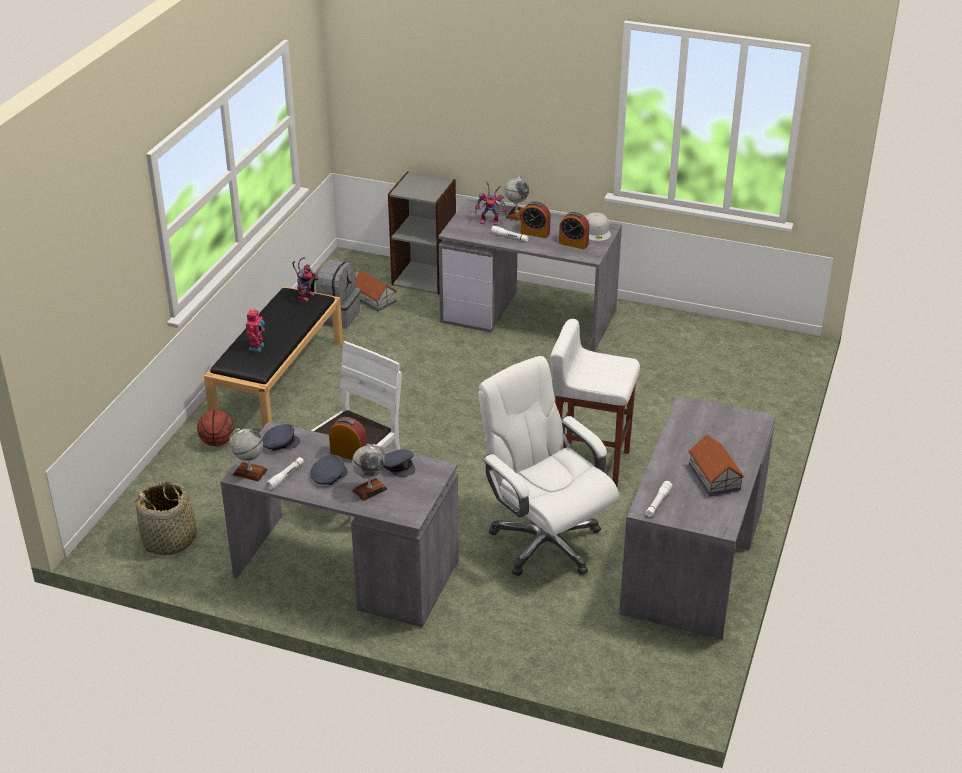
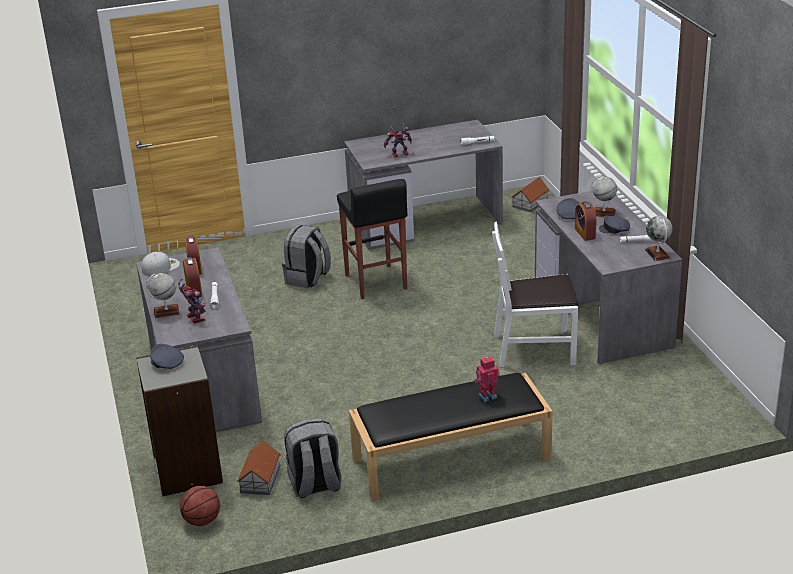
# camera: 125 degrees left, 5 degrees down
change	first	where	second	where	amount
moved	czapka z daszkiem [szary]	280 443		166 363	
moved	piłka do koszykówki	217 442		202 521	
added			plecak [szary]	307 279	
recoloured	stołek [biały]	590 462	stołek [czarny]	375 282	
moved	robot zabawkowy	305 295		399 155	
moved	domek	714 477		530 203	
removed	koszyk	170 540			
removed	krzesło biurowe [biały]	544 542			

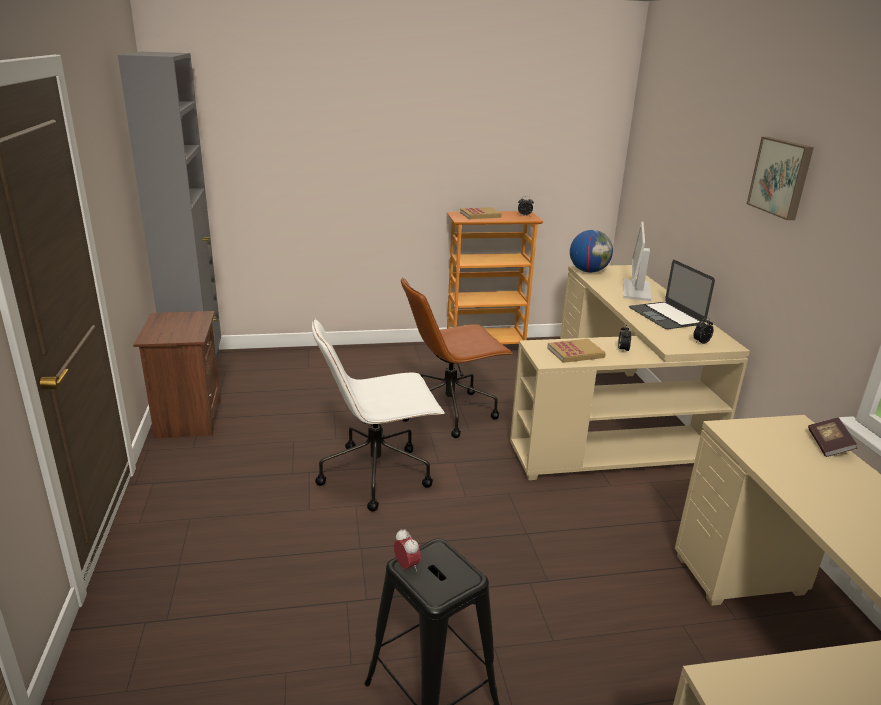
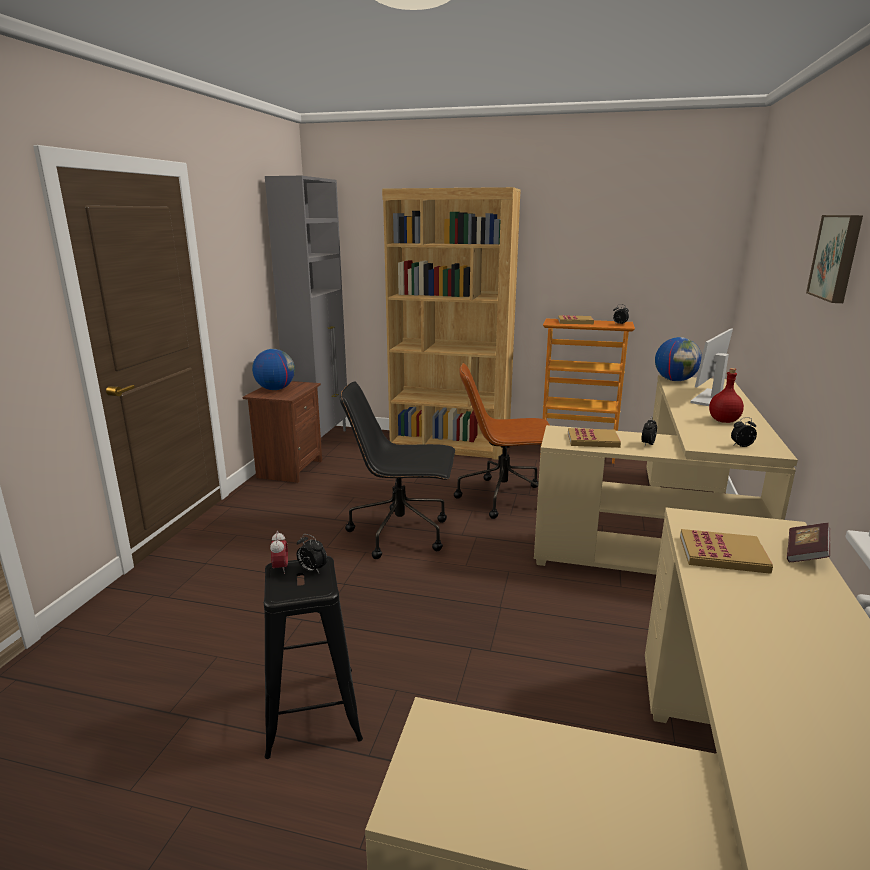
# camera: 25 degrees right, 5 degrees down
change	first	where	second	where	amount
added			globus	275 389	
added			budzik	312 570	
recoloured	krzesło biurowe [biały]	377 474	krzesło biurowe [czarny]	402 533	
added			regał [brązowy]	450 445	
added			książka	723 554	
replaced	laptop	666 316	butelka [czerwony]	724 421	

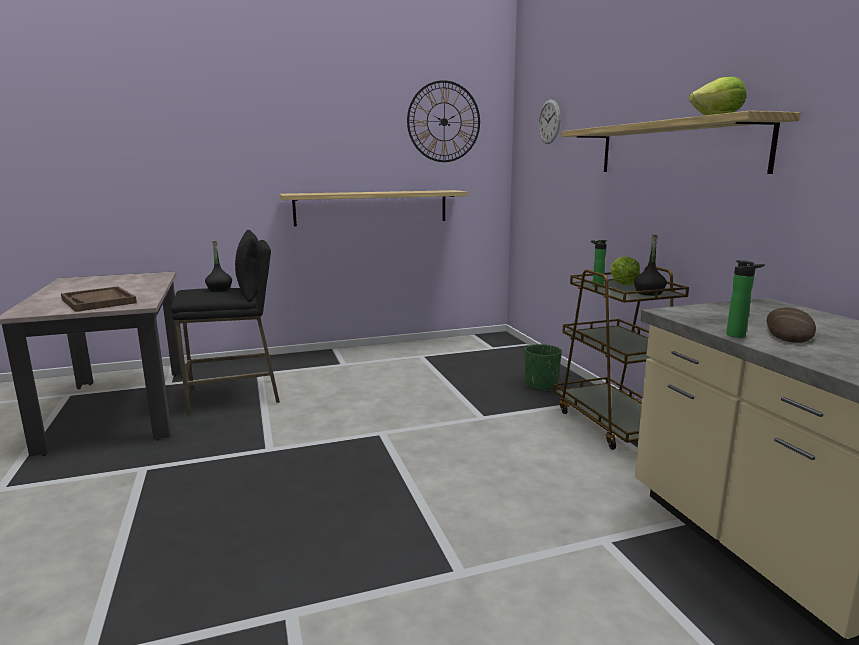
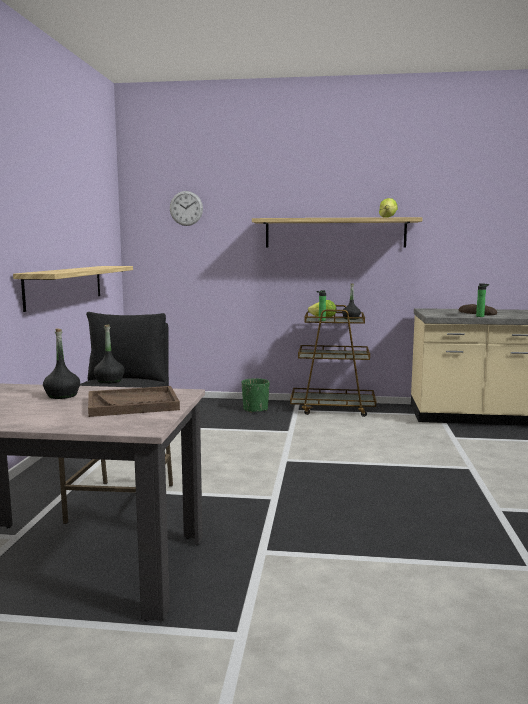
# camera: 65 degrees left, 5 degrees down
change	first	where	second	where	amount
added			butelka [czarny]	62 395	
removed	zegar ścienny	444 122			

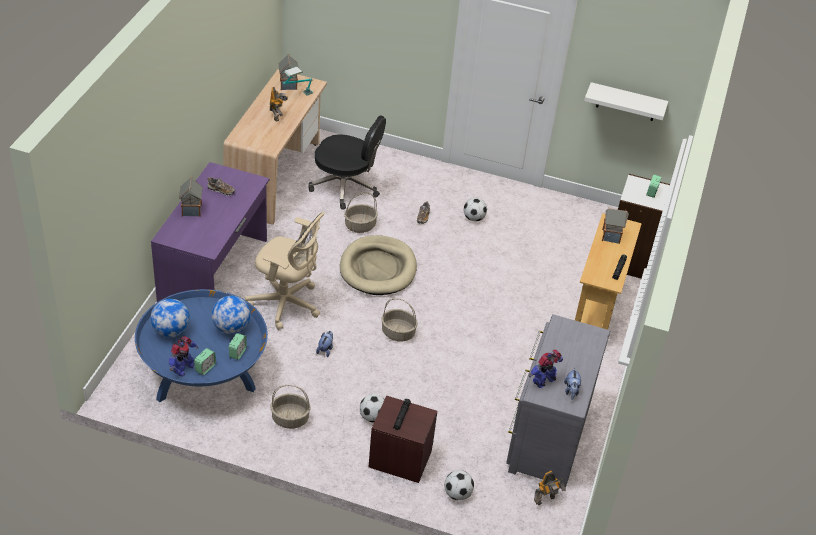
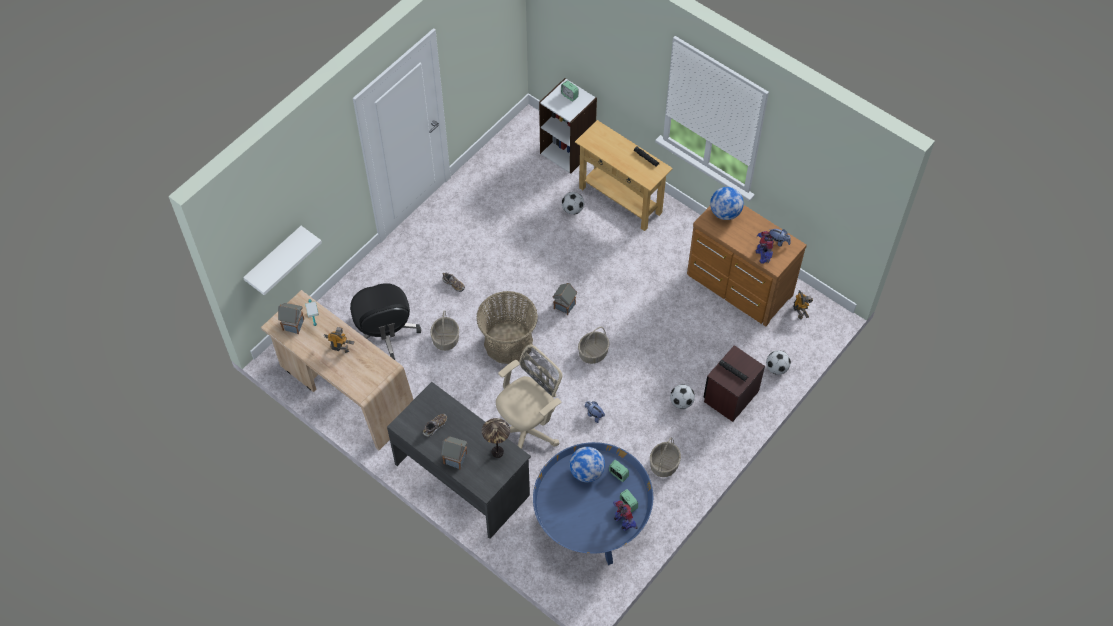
# camera: 65 degrees left, 15 degrees up
change	first	where	second	where	amount
moved	półka [biały]	626 102		274 258	
turned	krzesło biurowe [czarny]	346 186		385 334	120 degrees clockwise
recoloured	biurko [fioletowy]	215 272	biurko [szary]	463 478	
replaced	legowisko [beżowy]	378 268	koszyk	508 343	
added			lampa stołowa	497 452	
moved	domek	611 236		564 305	
moved	piłka futbolowa	474 218		572 209	
recoloured	komoda [szary]	546 436	komoda [brązowy]	738 287	
moved	globus	171 331		725 213	

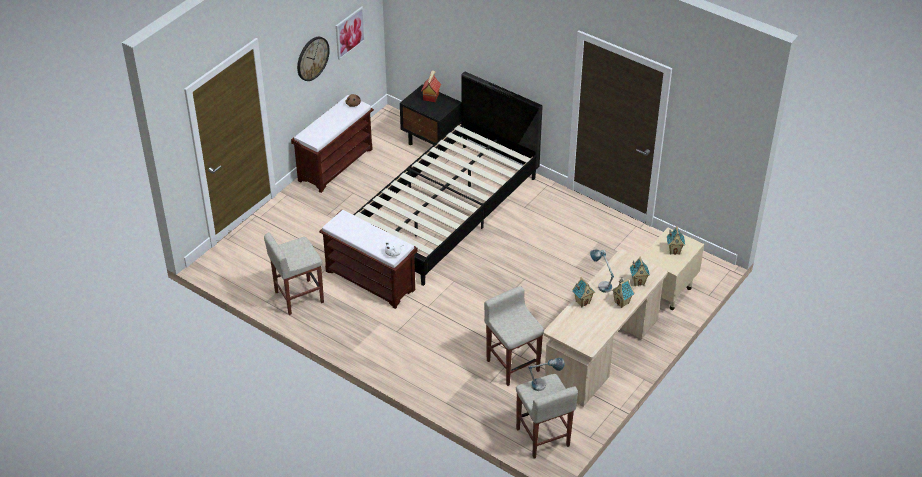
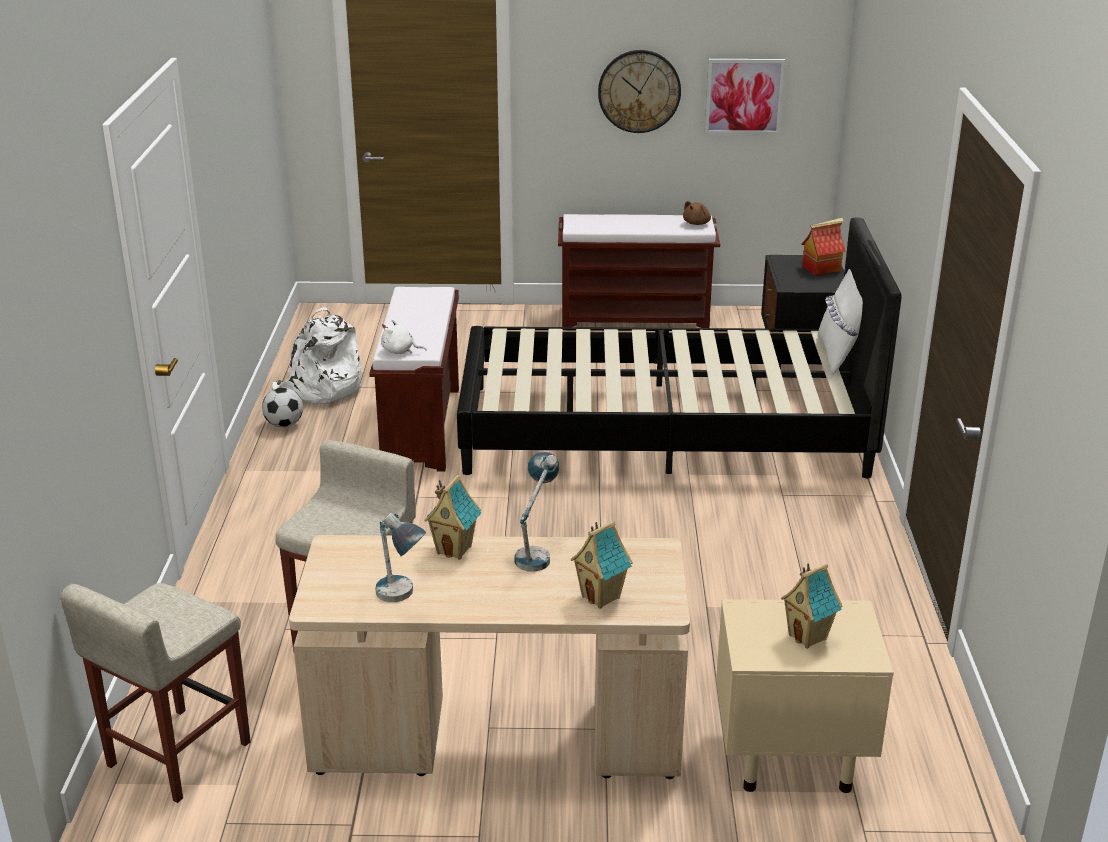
# camera: 55 degrees right, 15 degrees down
change	first	where	second	where	amount
added			piłka futbolowa	284 425	
replaced	stołek [beżowy]	298 297	plecak [biały]	320 389	
moved	lampa stołowa	545 386		401 600	
added			poduszka [biały]	839 355	
removed	domek	622 302			

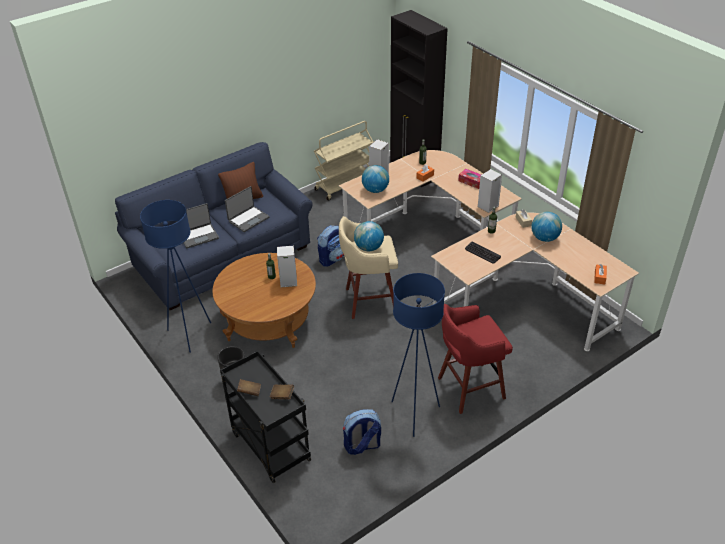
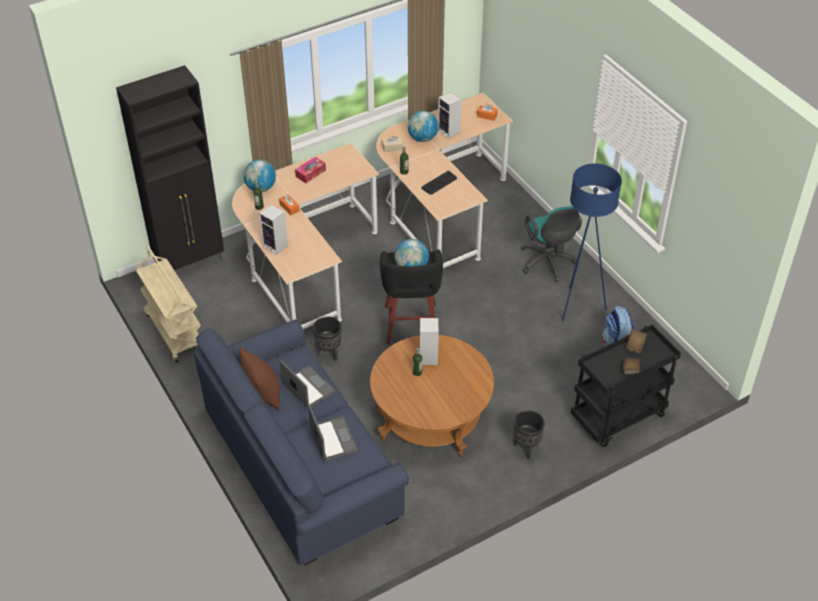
# camera: 85 degrees left, 5 degrees up
change	first	where	second	where	amount
moved	globus	375 190		261 188	
replaced	plecak	332 258	donica [czarny]	328 353	
recoloured	stołek [beżowy]	369 301	stołek [czarny]	411 325	
moved	głośnik	487 207		449 131	
replaced	stołek [czerwony]	469 388	krzesło biurowe [turkusowy]	548 264	
removed	lampa stojąca [niebieski]	190 334			

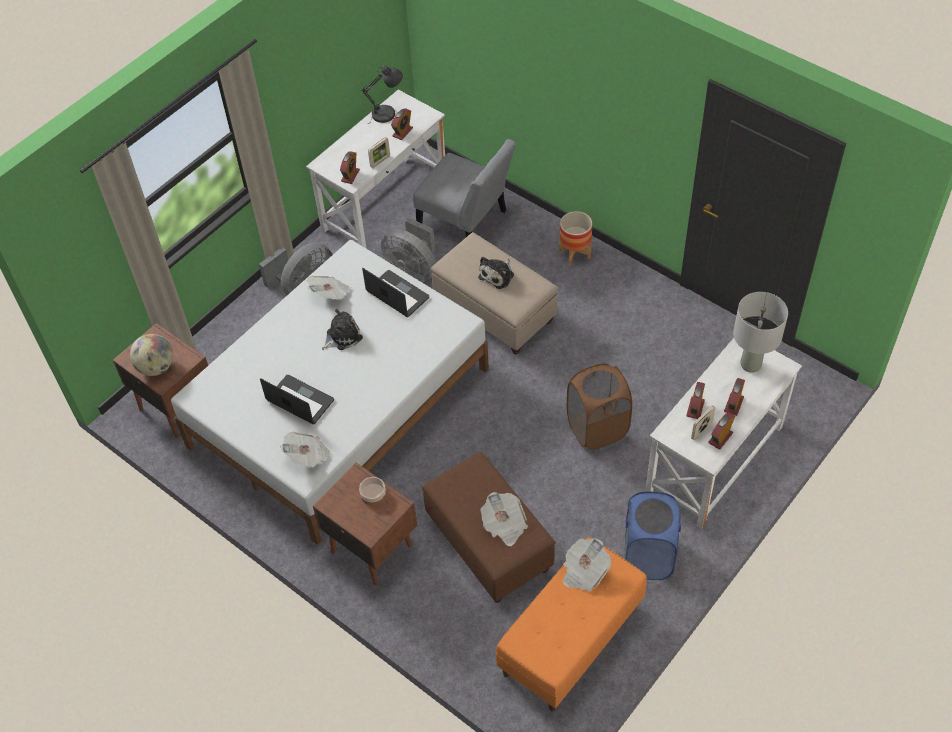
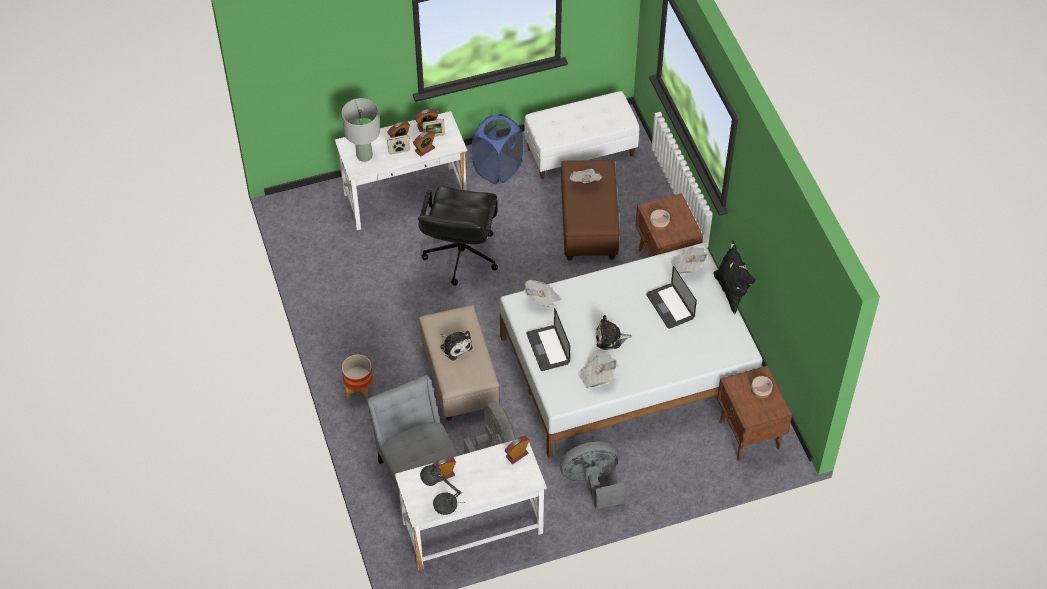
# camera: 150 degrees left, 0 degrees up
change	first	where	second	where	amount
moved	ramka na zdjęcie	380 161		399 151	
replaced	kosz na pranie [brązowy]	597 428	krzesło biurowe [czarny]	460 255	
turned	pluszak	498 275		455 346	75 degrees clockwise
recoloured	ławka [pomarańczowy]	571 641	ławka [biały]	581 151	
moved	gazeta	584 571		542 299	
added			poduszka [czarny]	731 291	
replaced	globus	156 367	miska	761 389	

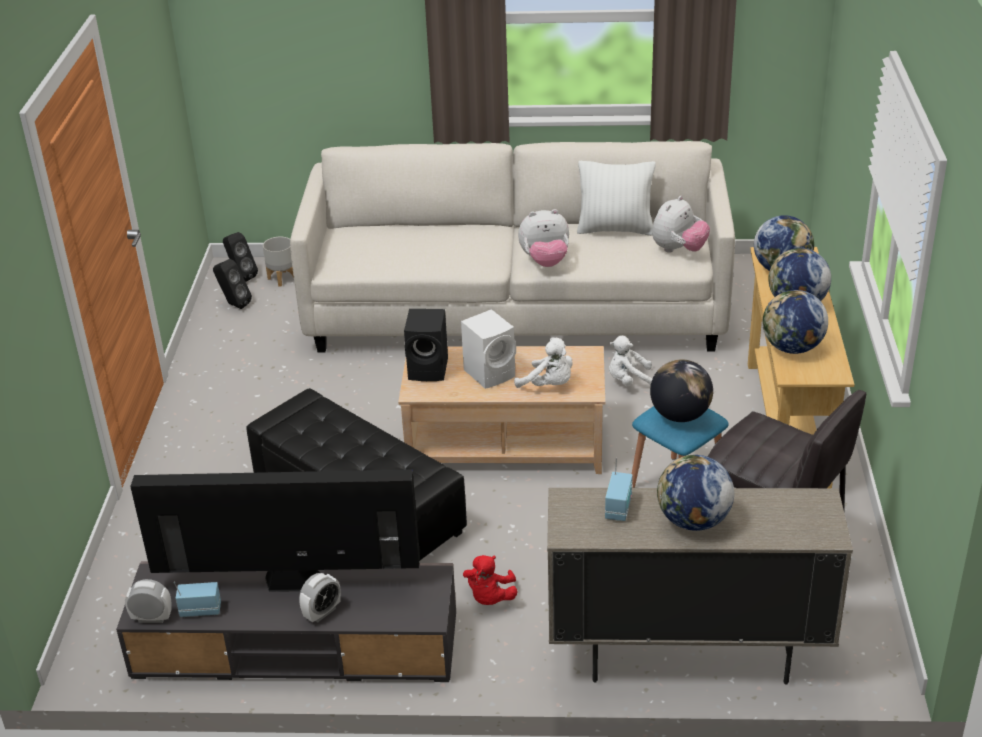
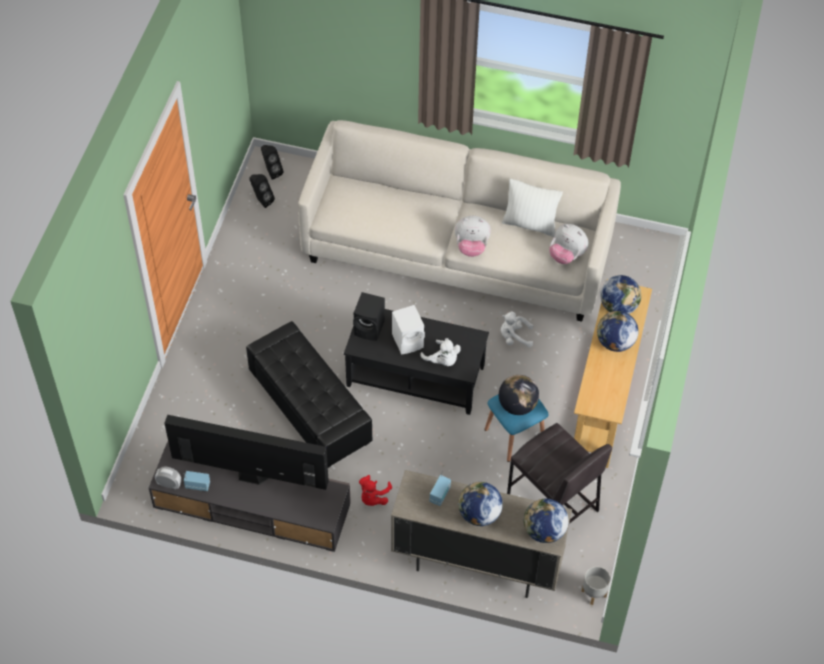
# camera: 10 degrees right, 20 degrees up
change	first	where	second	where	amount
recoloured	ława [beżowy]	506 443	ława [czarny]	416 374	
moved	globus	792 348		544 531	
turned	pluszak	678 250		566 255	75 degrees clockwise
moved	donica [szary]	282 278		594 593	
removed	budzik	322 612			

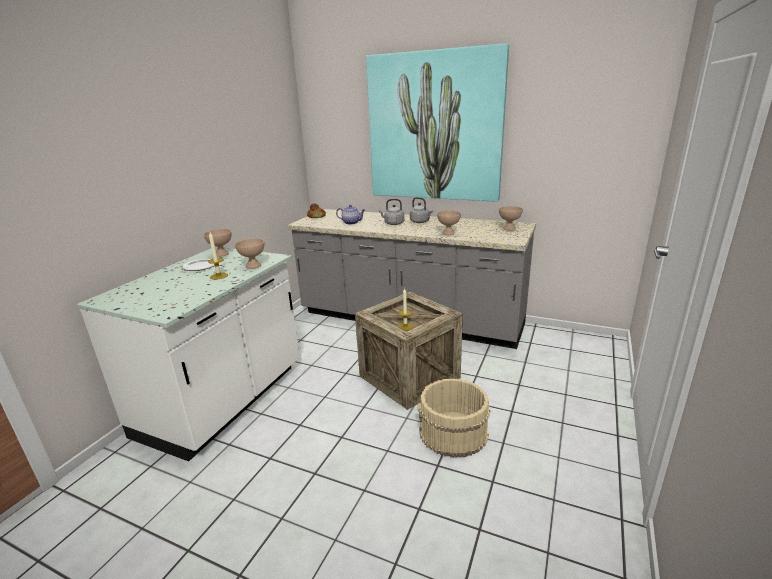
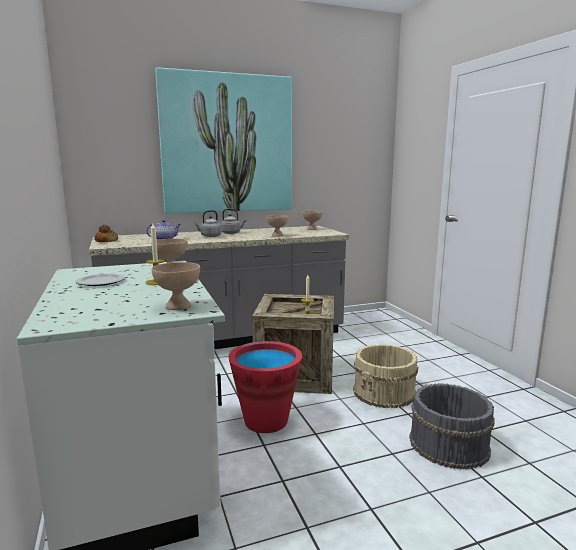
# camera: 45 degrees left, 10 degrees down
change	first	where	second	where	amount
moved	miska [beżowy]	221 254		177 306	
added			wiadro [czerwony]	266 421	
added			wiadro [szary]	448 444	

